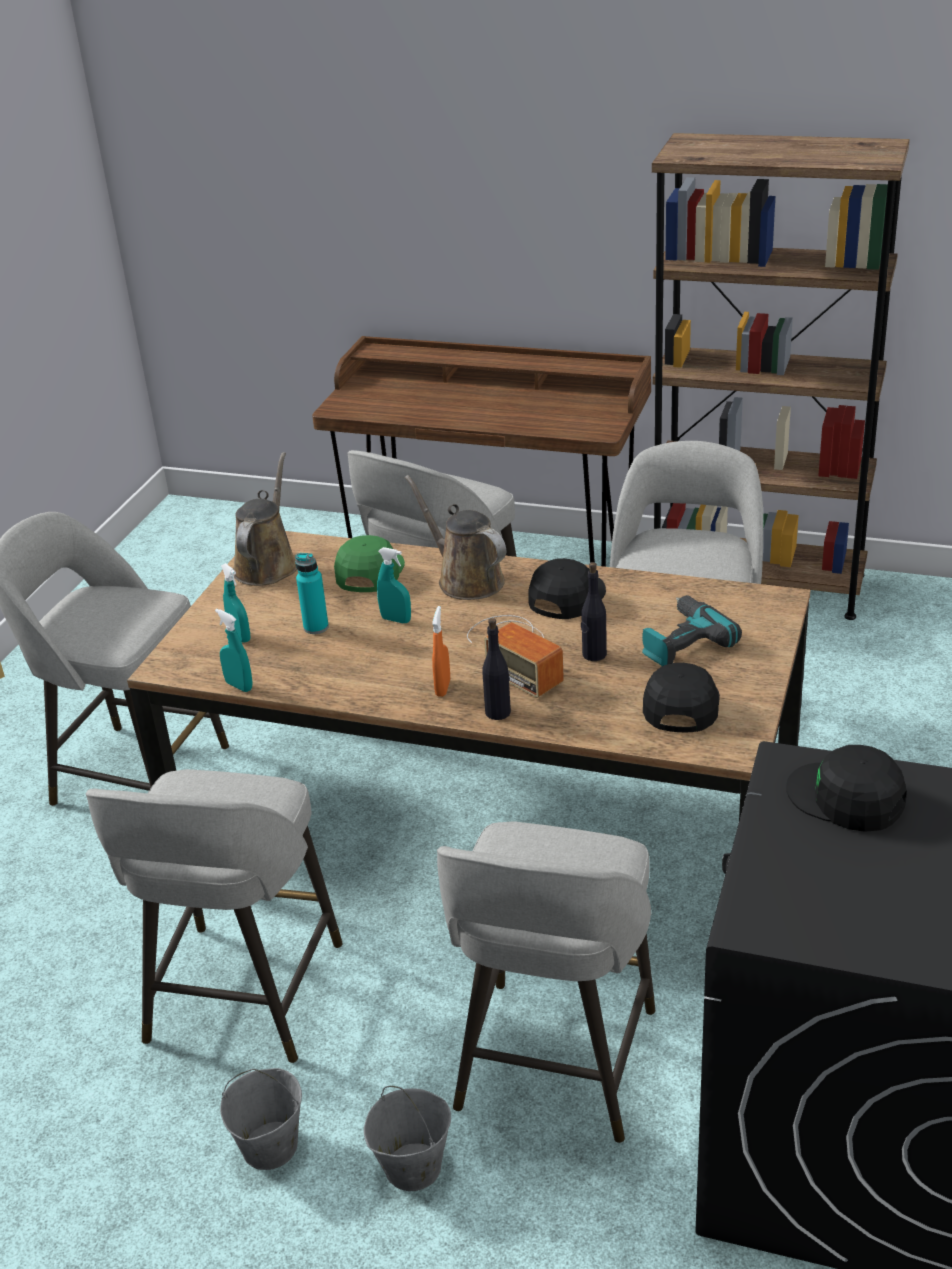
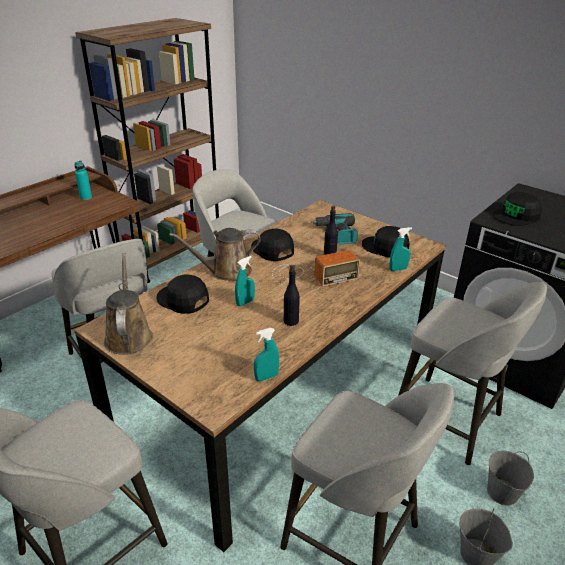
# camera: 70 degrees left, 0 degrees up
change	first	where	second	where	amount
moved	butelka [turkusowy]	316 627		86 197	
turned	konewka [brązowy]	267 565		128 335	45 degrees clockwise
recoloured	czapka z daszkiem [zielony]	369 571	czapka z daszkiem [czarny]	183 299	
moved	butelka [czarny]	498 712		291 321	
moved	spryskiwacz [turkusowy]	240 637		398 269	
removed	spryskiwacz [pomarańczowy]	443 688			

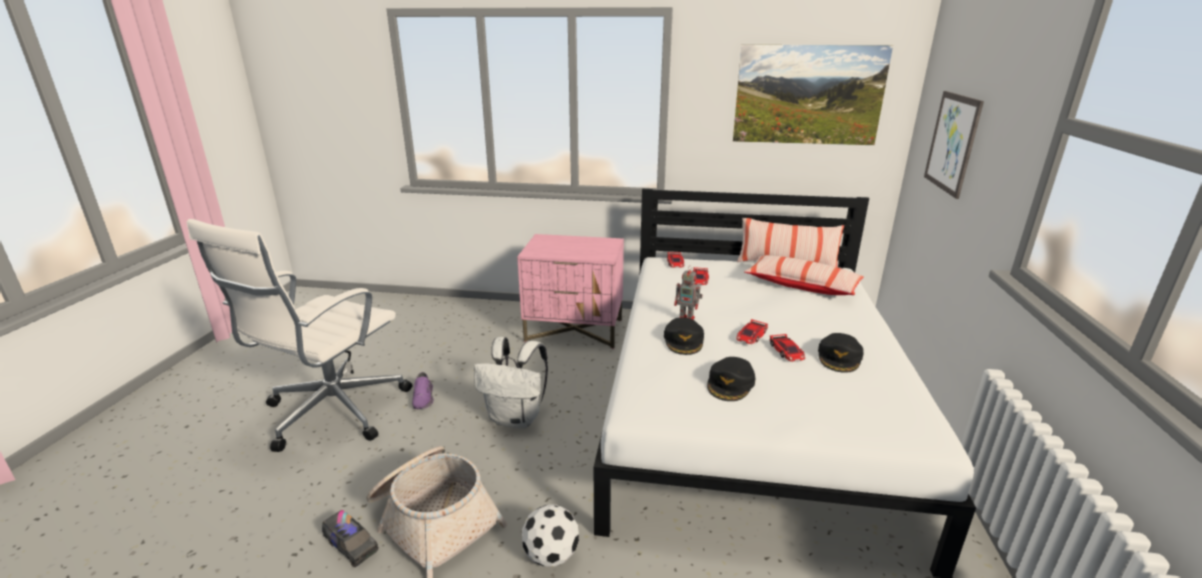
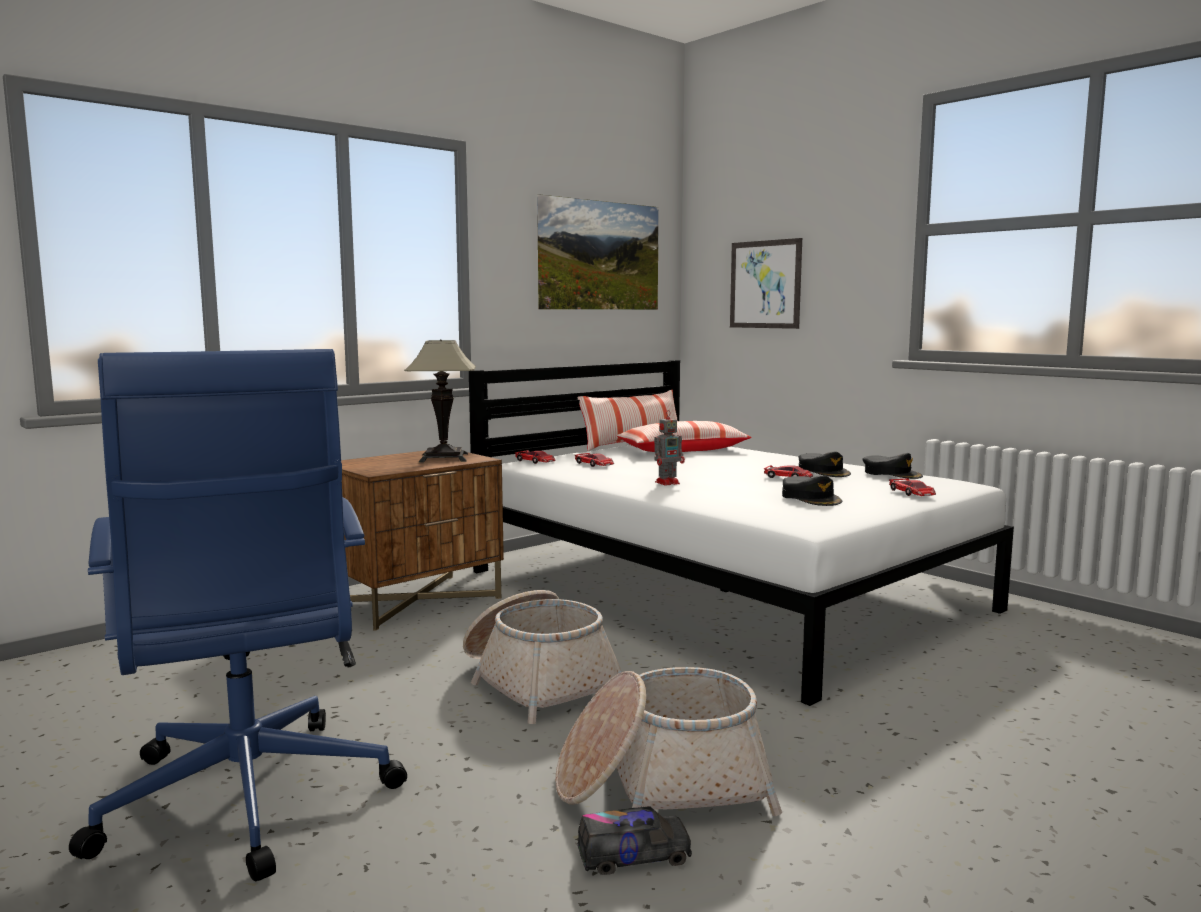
# camera: 50 degrees left, 15 degrees down
change	first	where	second	where	amount
recoloured	krzesło biurowe [biały]	332 412	krzesło biurowe [niebieski]	247 802	
recoloured	szafka nocna [różowy]	575 330	szafka nocna [brązowy]	417 601	
added			lampa stołowa	444 458	
replaced	plecak [biały]	516 418	koszyk	538 682	
moved	czapka z daszkiem [czarny]	684 341		892 474	
moved	samochodzik	751 336		912 493	
removed	but [fioletowy]	424 398			
removed	piłka futbolowa	551 554			

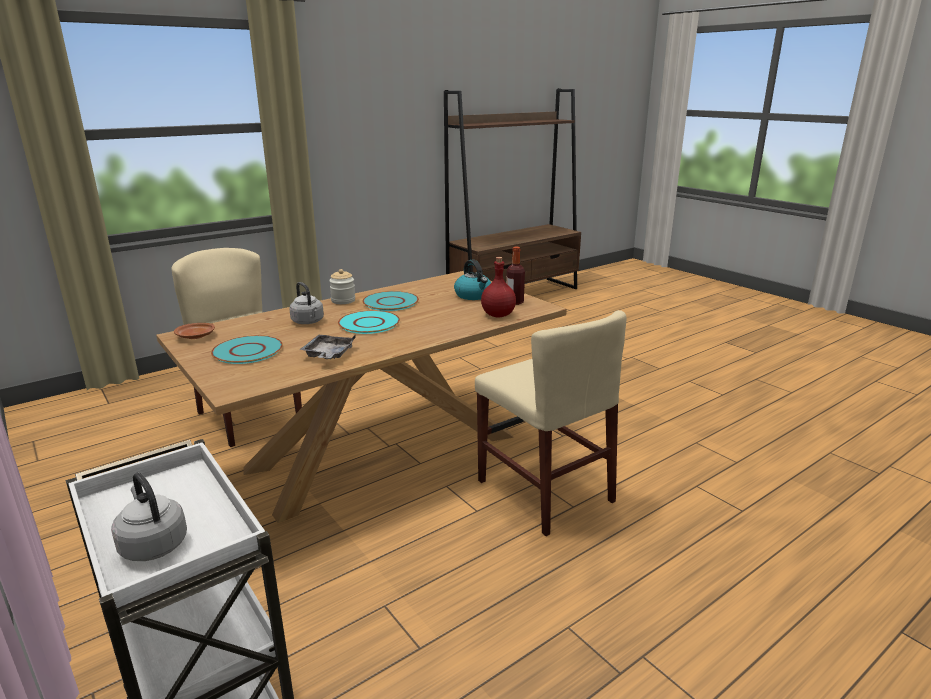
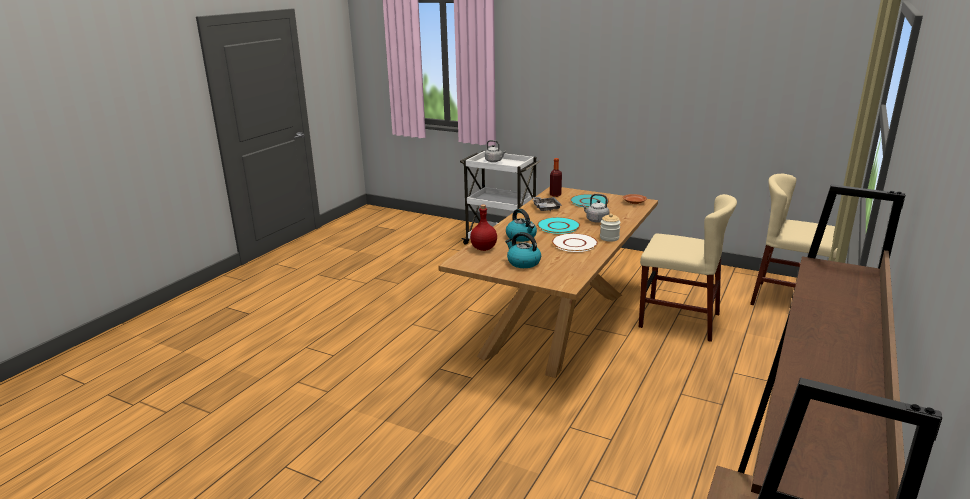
# camera: 155 degrees right, 0 degrees up
change	first	where	second	where	amount
added			czajnik	521 237	
moved	butelka	514 302		555 195	
recoloured	talerz [turkusowy]	390 302	talerz [biały]	575 243	
moved	krzesło [beżowy]	544 490		790 300	

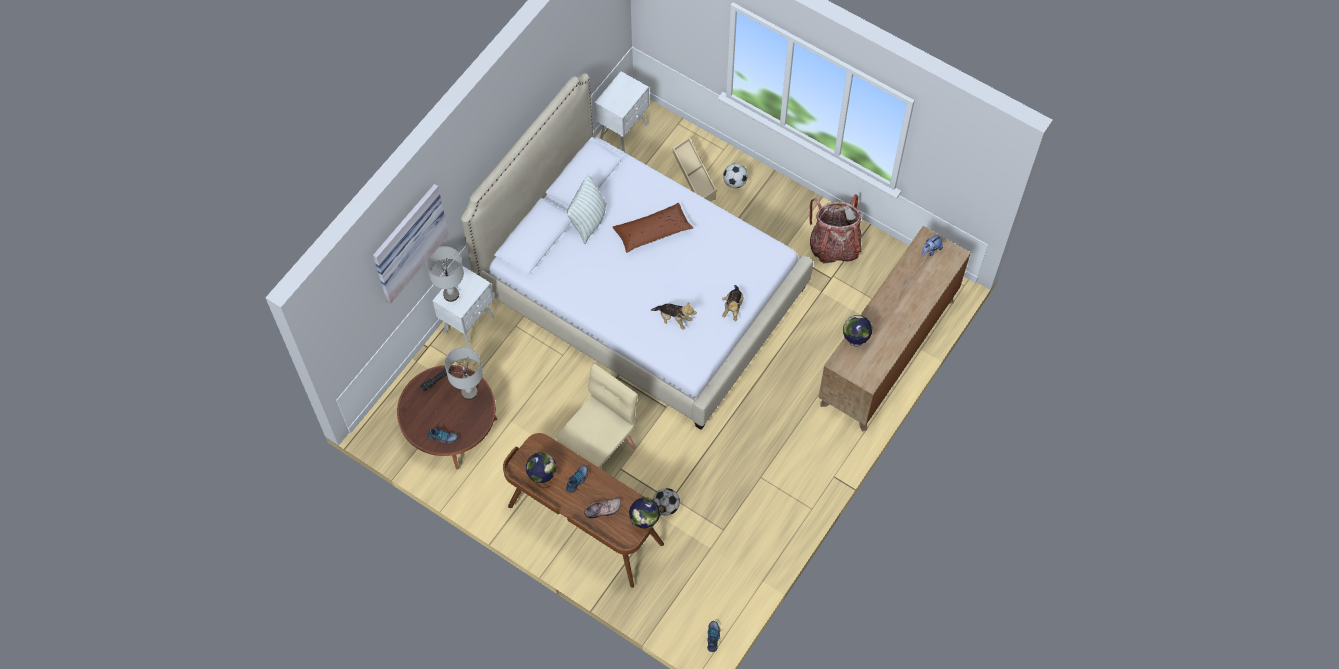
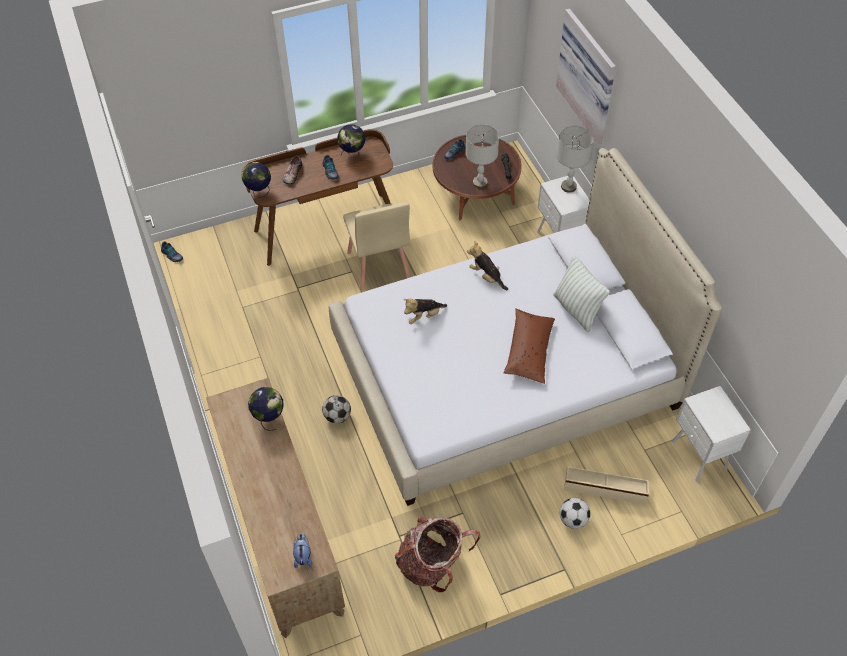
# camera: 125 degrees right, 10 degrees down
change	first	where	second	where	amount
moved	piłka futbolowa	666 506		337 416	
moved	pluszak	733 307		486 276	

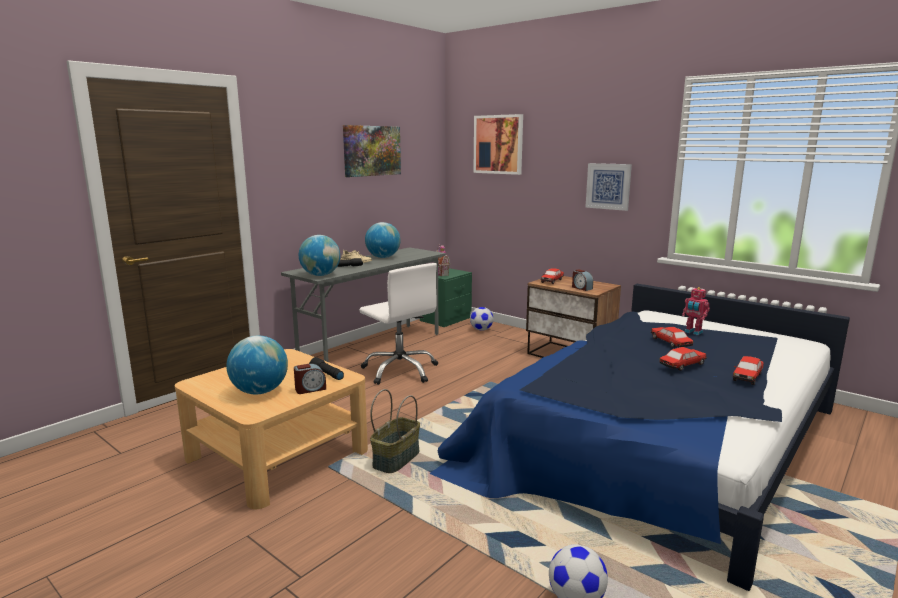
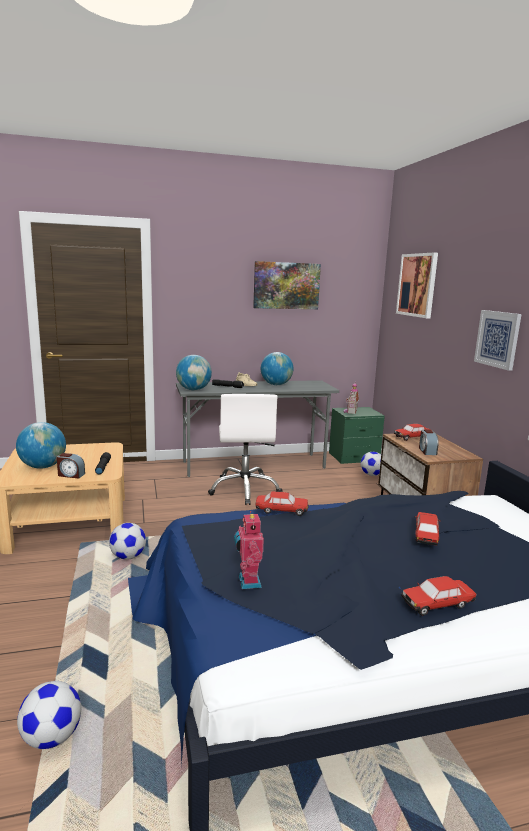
# camera: 35 degrees right, 0 degrees up
change	first	where	second	where	amount
replaced	koszyk	396 459	piłka futbolowa	128 556	
moved	robot zabawkowy	693 332		247 582	
moved	samochodzik	682 365		281 510	

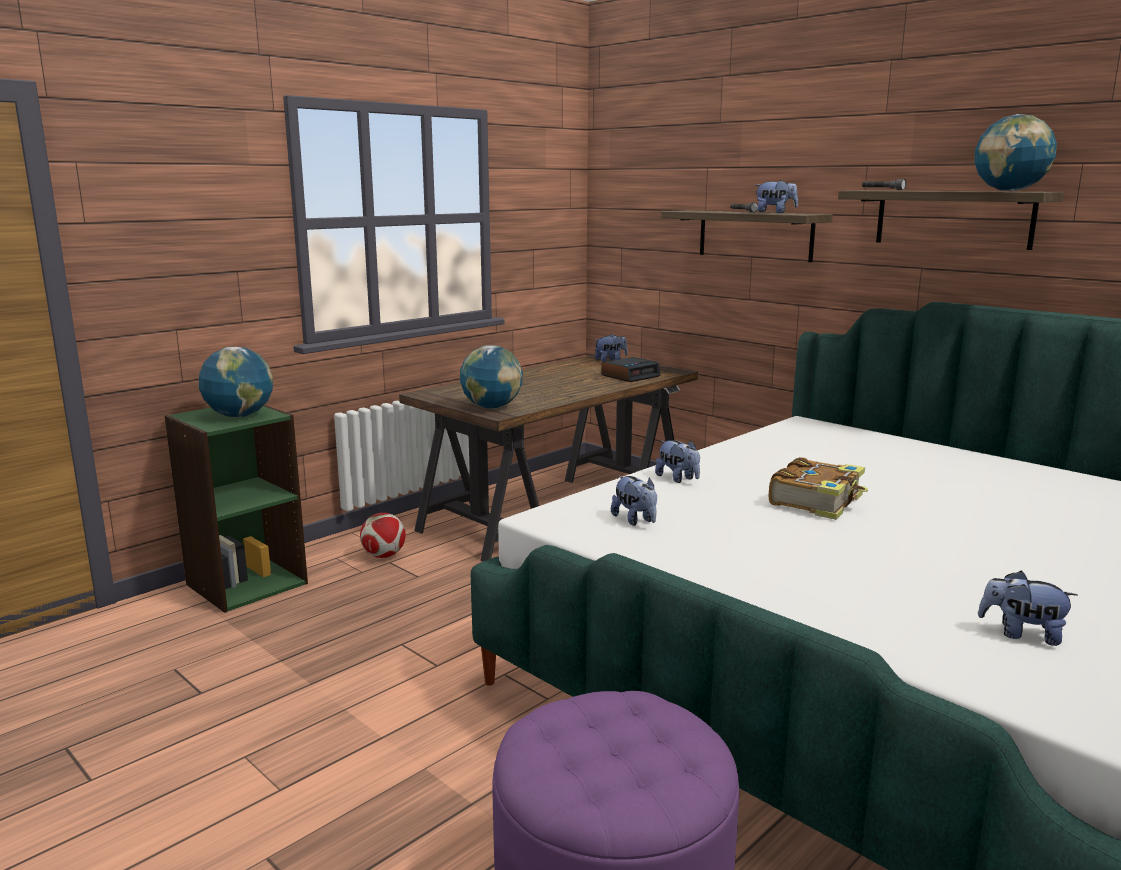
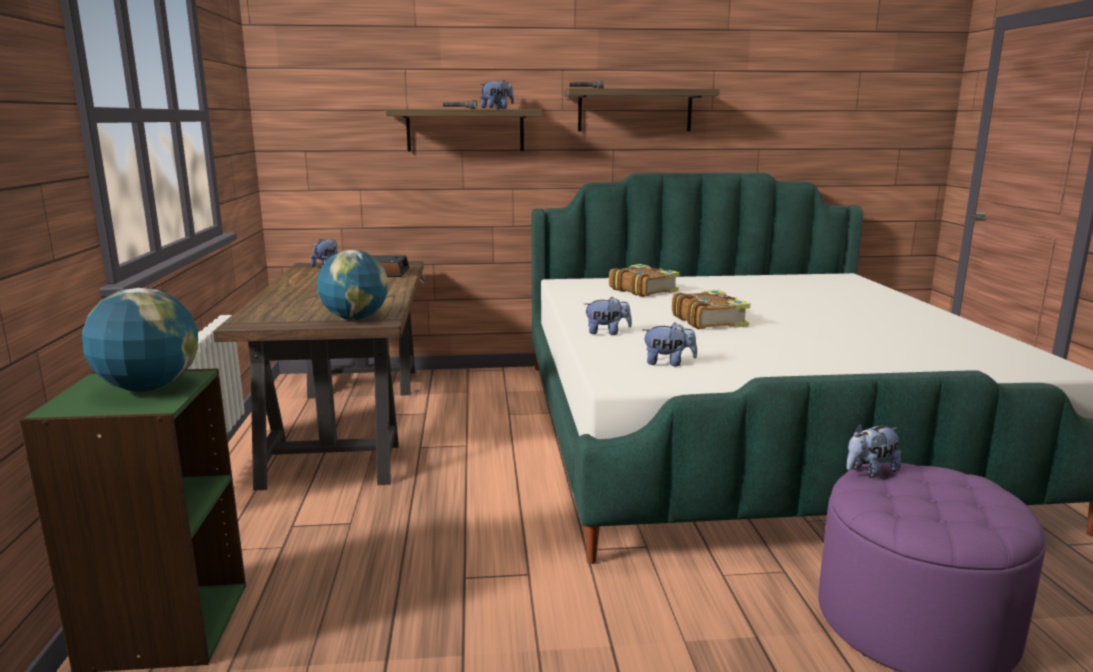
# camera: 50 degrees left, 0 degrees up
change	first	where	second	where	amount
added			książka	643 290	
moved	pluszak	1021 634		869 471	
removed	piłka futbolowa	384 556			
removed	globus	1009 191			

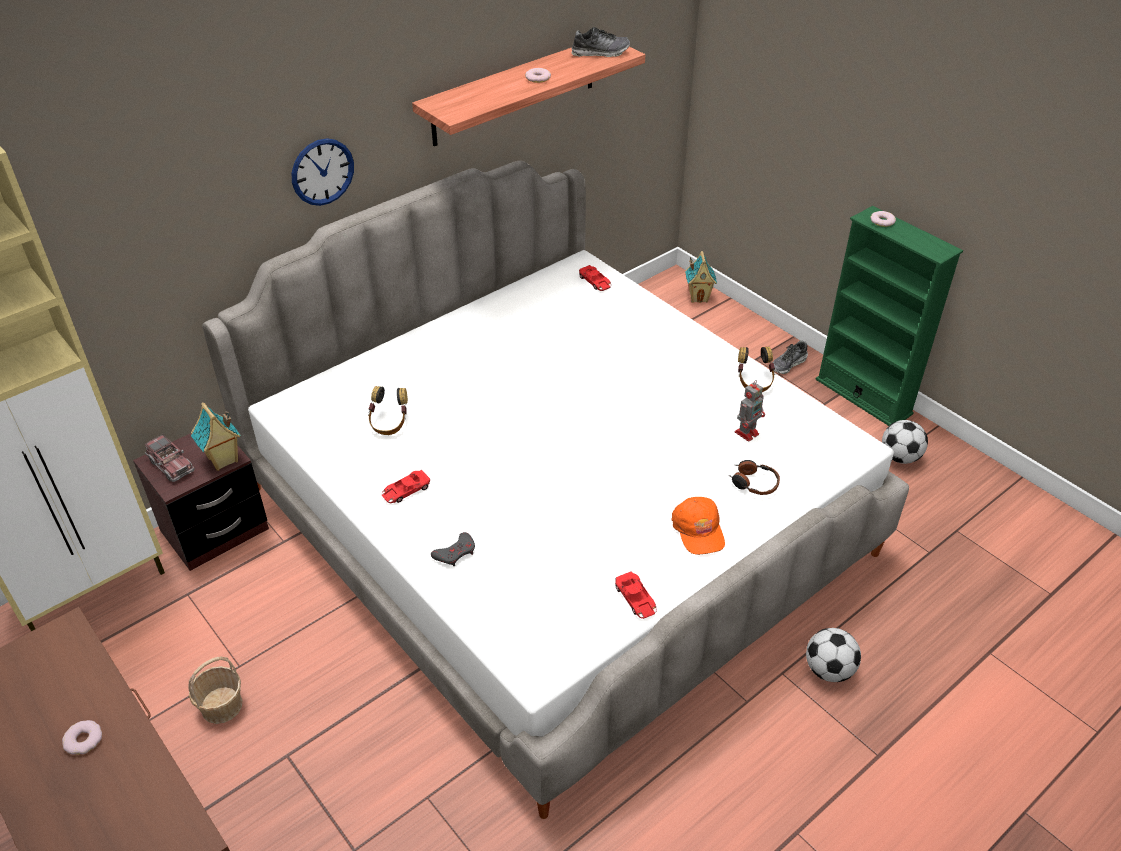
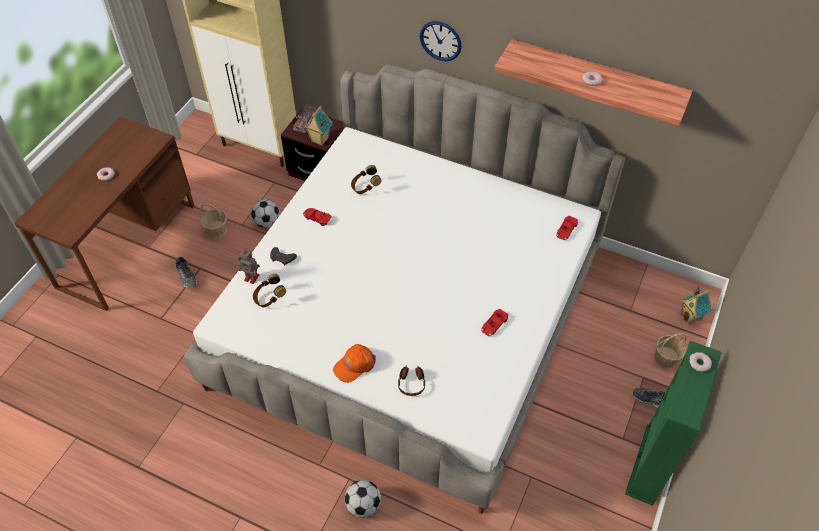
# camera: 65 degrees right, 10 degrees up
change	first	where	second	where	amount
moved	but	600 53		187 276	
moved	robot zabawkowy	747 432		252 278	
moved	piłka futbolowa	899 457		267 222	
moved	słuchawki	754 382		269 298	
moved	samochodzik [czerwony]	636 599		494 324	
added			koszyk	666 357	

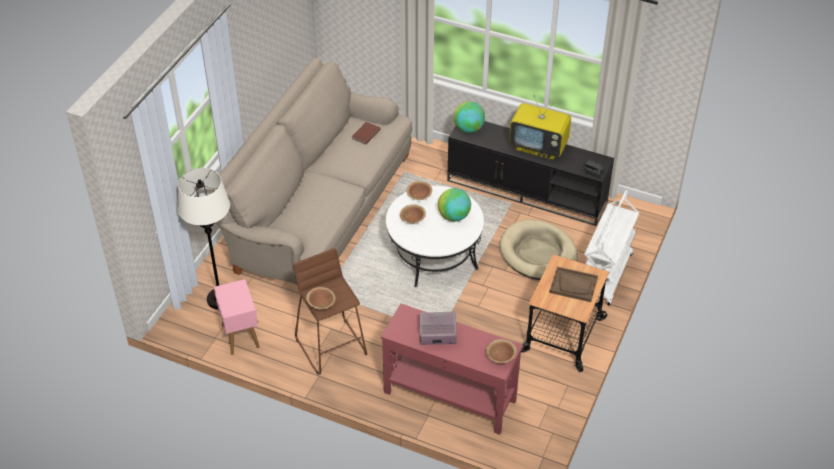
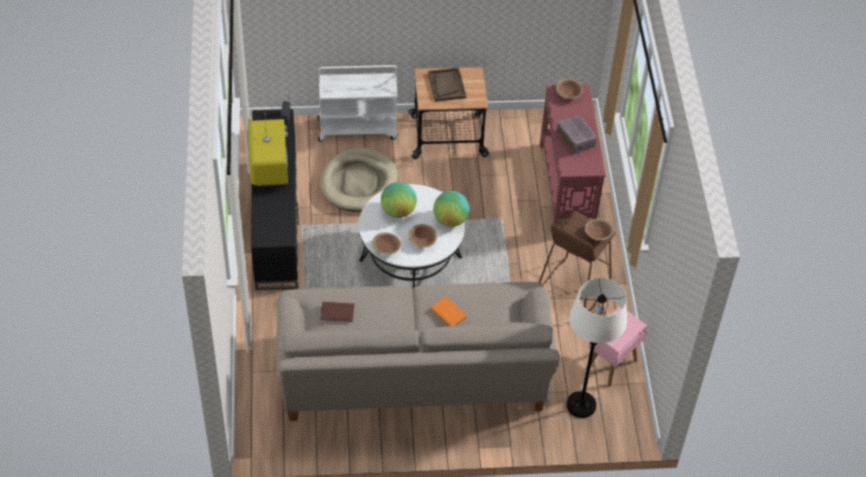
# camera: 120 degrees left, 5 degrees up
change	first	where	second	where	amount
added			książka [pomarańczowy]	449 312	
moved	globus	468 129		450 220	

